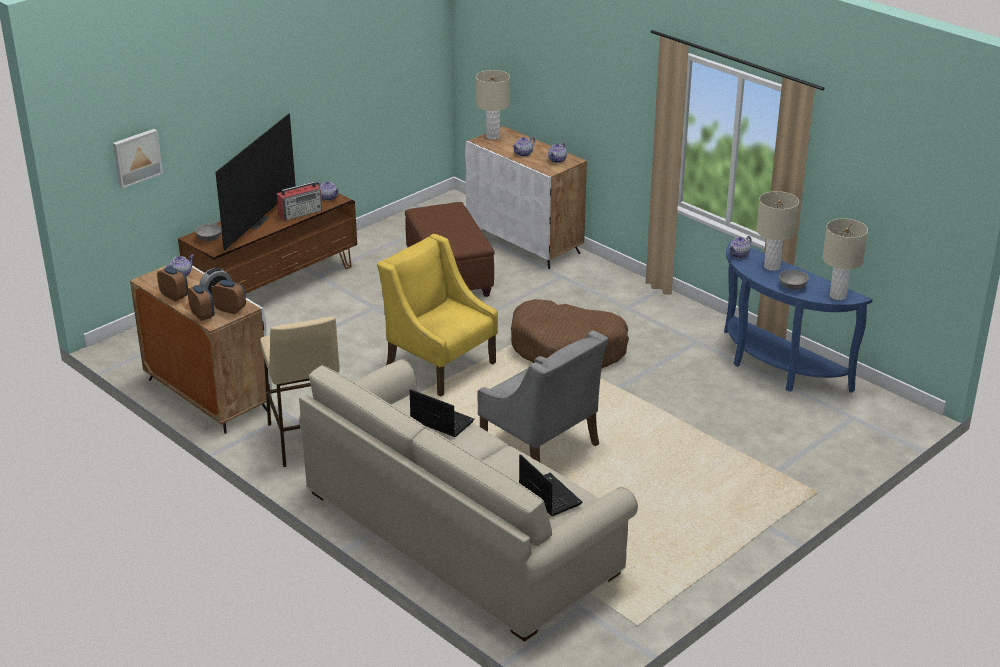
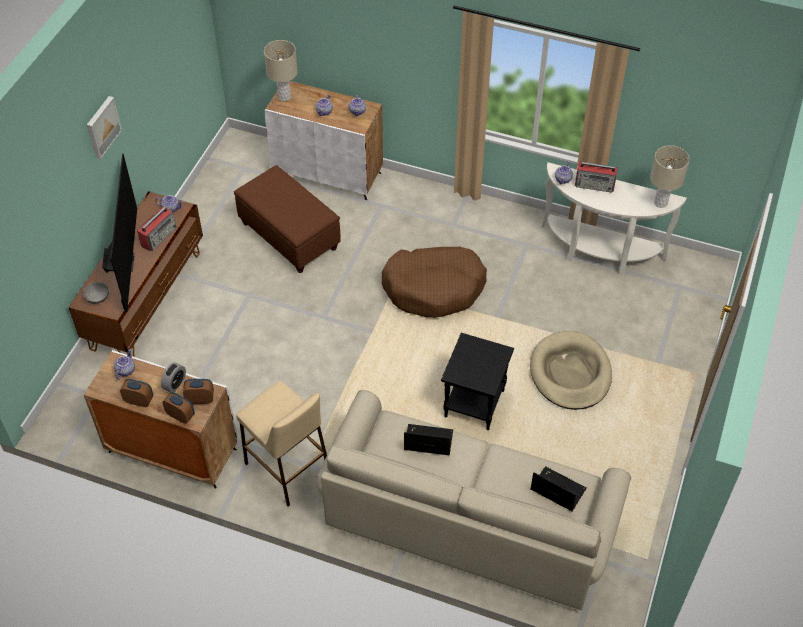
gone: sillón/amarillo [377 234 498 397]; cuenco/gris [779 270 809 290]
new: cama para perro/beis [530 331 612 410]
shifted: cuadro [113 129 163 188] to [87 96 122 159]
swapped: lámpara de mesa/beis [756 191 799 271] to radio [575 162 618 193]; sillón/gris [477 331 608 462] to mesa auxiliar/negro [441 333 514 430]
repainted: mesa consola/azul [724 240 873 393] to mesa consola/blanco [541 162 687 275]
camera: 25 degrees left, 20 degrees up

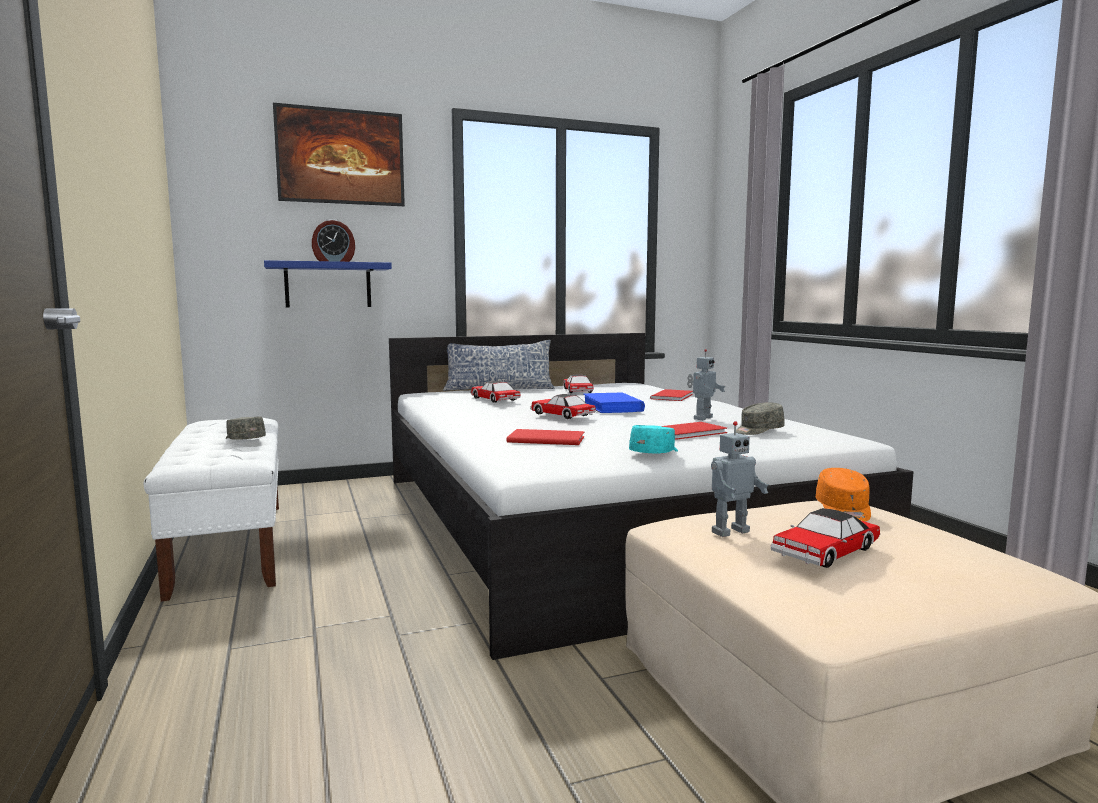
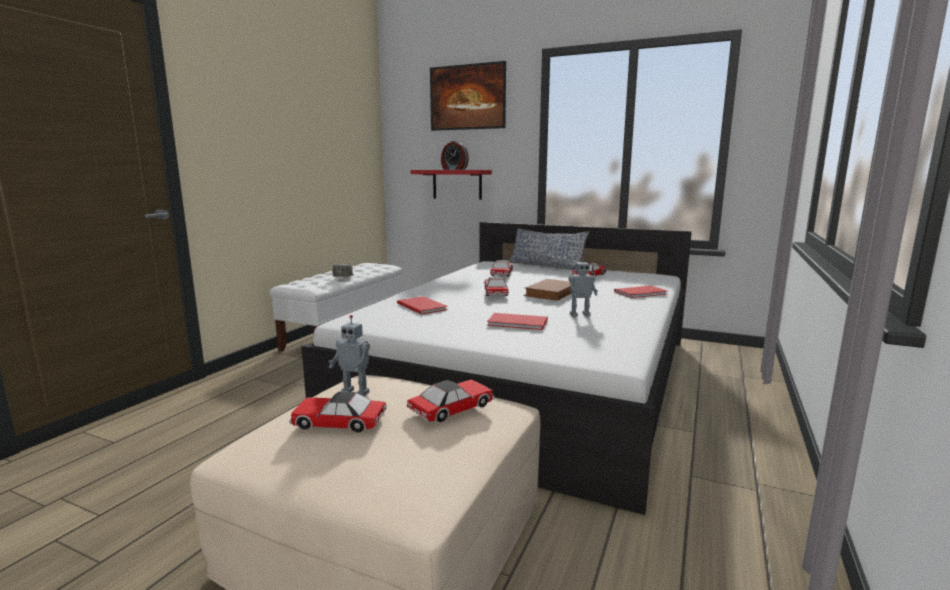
gone: gorra/gris [736 403 785 435]; gorra/turquesa [629 425 678 453]
swapped: gorra/naranja [816 468 871 522] to coche de juguete [407 380 494 422]
repainted: estante/azul [264 260 392 308] to estante/rojo [411 170 492 200]; libro/azul [583 392 645 413] to libro/marrón [523 279 571 301]
camera: 45 degrees right, 5 degrees up

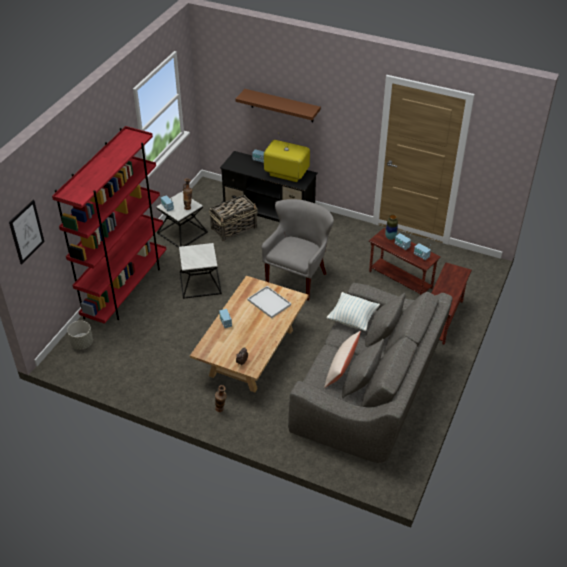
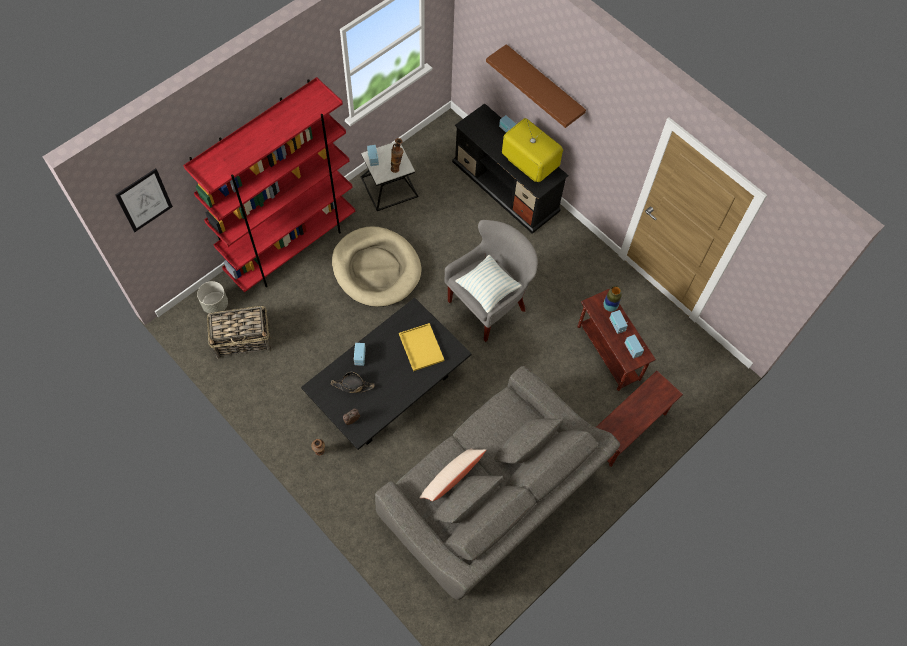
new: sombrero/negro [331 372 375 393]
shifted: cesta [209 195 258 241] to [207 306 272 359]; cojín [327 292 380 331] to [456 255 522 313]
swapped: mesa auxiliar [179 243 222 299] to cama para perro/beis [332 226 422 307]
repainted: mesa de centro/beis [190 276 309 392] to mesa de centro/negro [301 298 472 450]; bandeja/blanco [247 286 291 318] to bandeja/amarillo [399 323 444 371]
camera: 20 degrees right, 20 degrees up

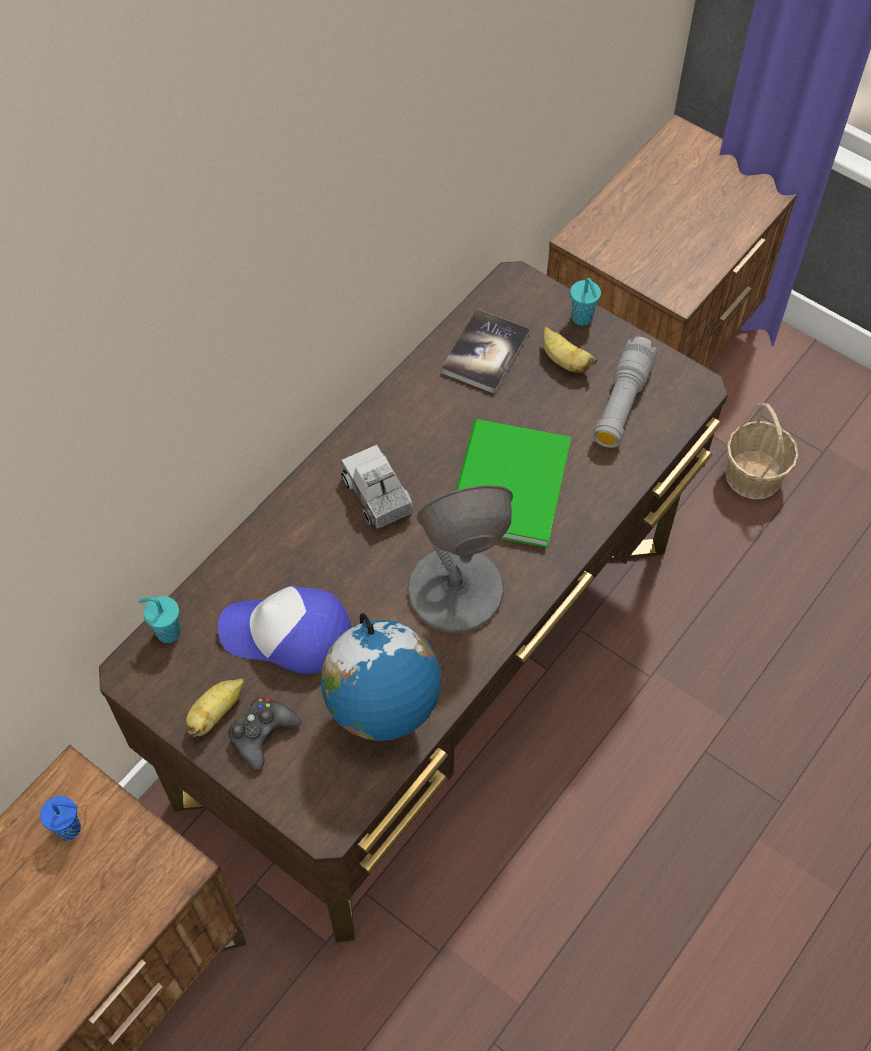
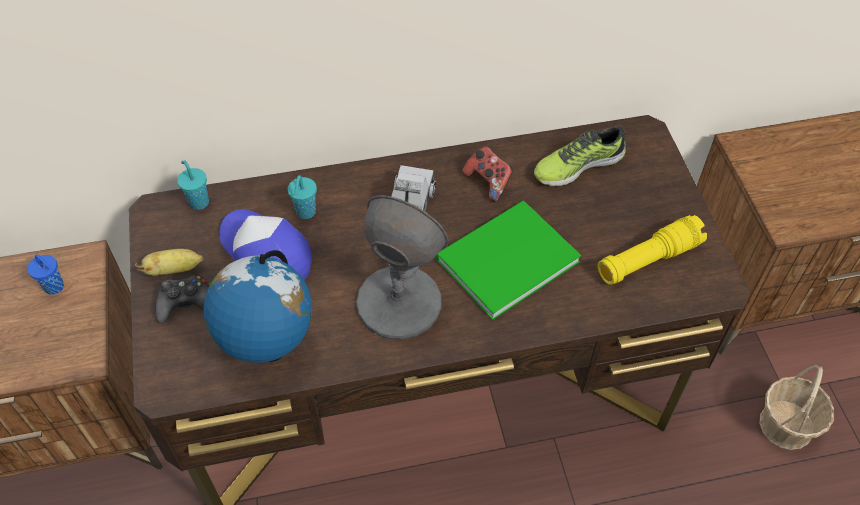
gone: plátano [543 327 597 373]
new: mando de consola [463 146 513 202]
shifted: taza/turquesa [570 278 601 326] to [288 175 317 219]
swapped: libro [441 309 530 394] to zapato [534 126 626 186]
repainted: linterna/gris [593 337 657 448] to linterna/amarillo [598 215 707 285]
camera: 40 degrees right, 5 degrees down

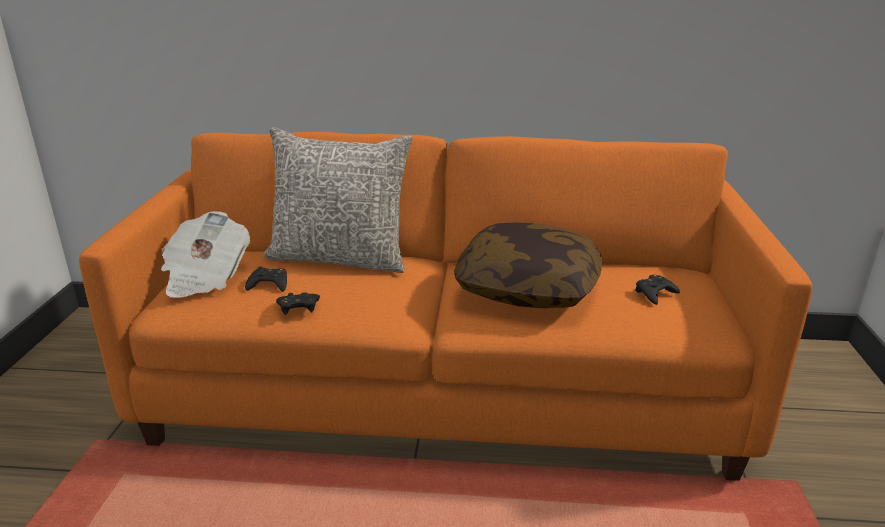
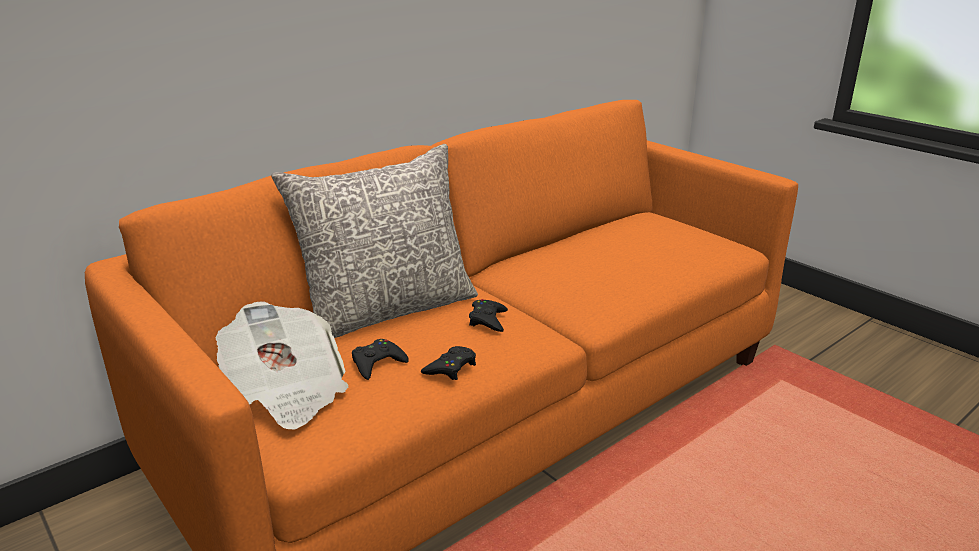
gone: cojín [454 222 602 308]
shifted: mando de consola/negro [635 275 680 305] to [469 299 508 332]
camera: 45 degrees left, 0 degrees up

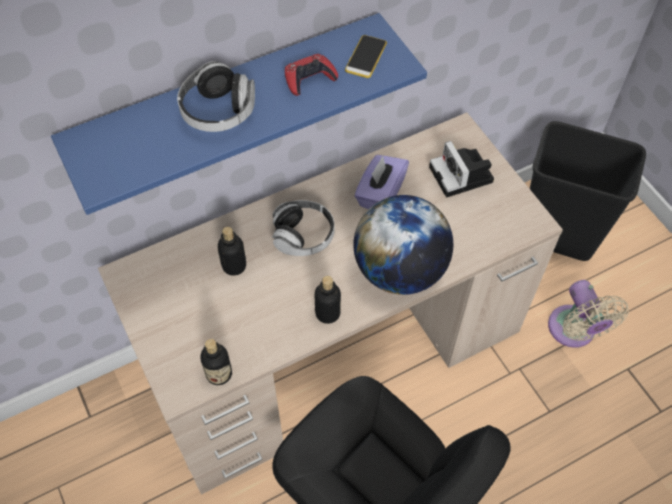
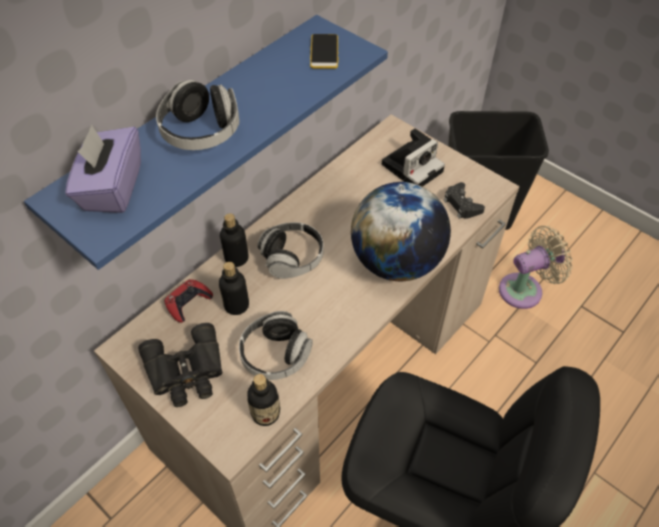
new: mando de consola/negro [444 182 485 219]; auriculares [239 311 313 380]; prismáticos/negro [138 323 223 407]
shifted: mando de consola/rojo [285 54 338 96] to [164 279 213 323]; caja de pañuelos/morado [355 155 409 209] to [65 125 141 213]; botella [315 276 341 324] to [220 213 249 267]
rotated: cámara [429 141 494 197] = [382 128 445 187] 90 degrees counterclockwise; ventilador/beis [548 280 629 348] = [499 226 573 309] 75 degrees counterclockwise
camera: 20 degrees left, 5 degrees down

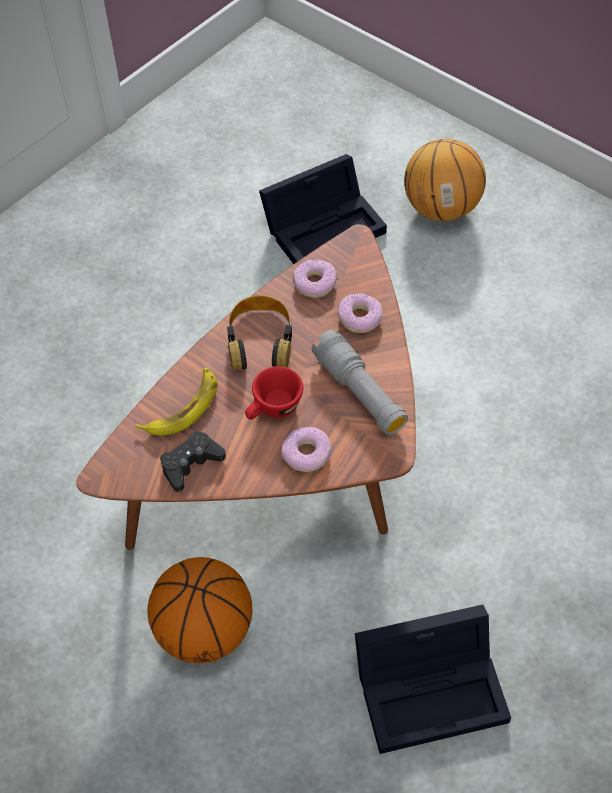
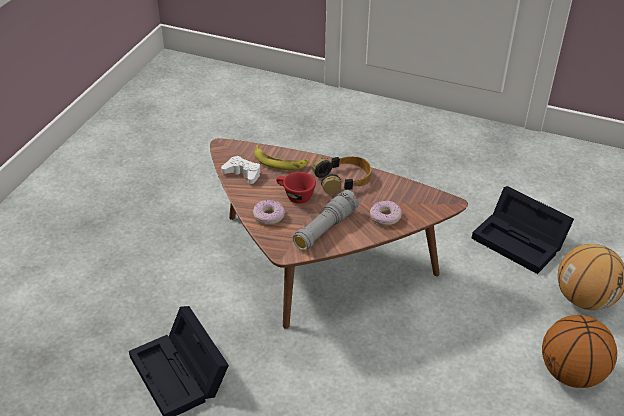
gone: rosquilla [293 260 337 298]
shifted: balón de baloncesto [147 557 252 663] to [542 315 617 388]
repainted: mando de consola/negro [160 431 226 492] to mando de consola/blanco [221 156 260 184]
camera: 70 degrees right, 15 degrees down

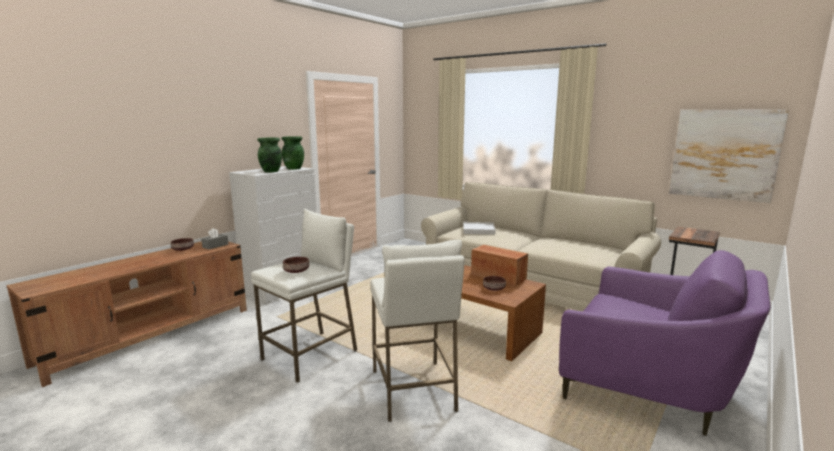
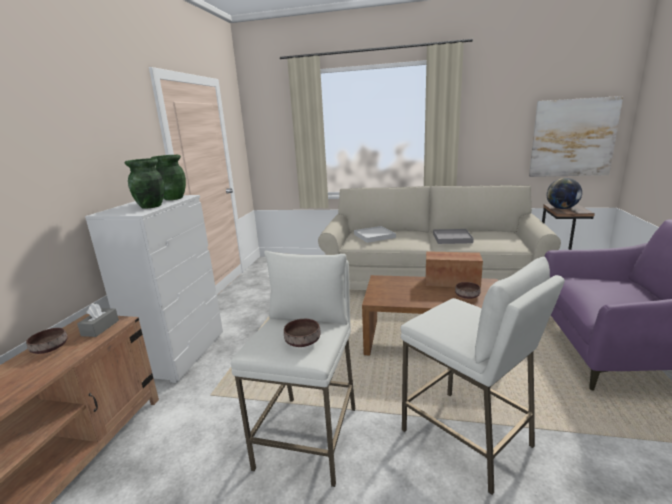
new: globo terráqueo [547 178 582 209]; bandeja/gris [433 229 474 244]
camera: 25 degrees left, 5 degrees up

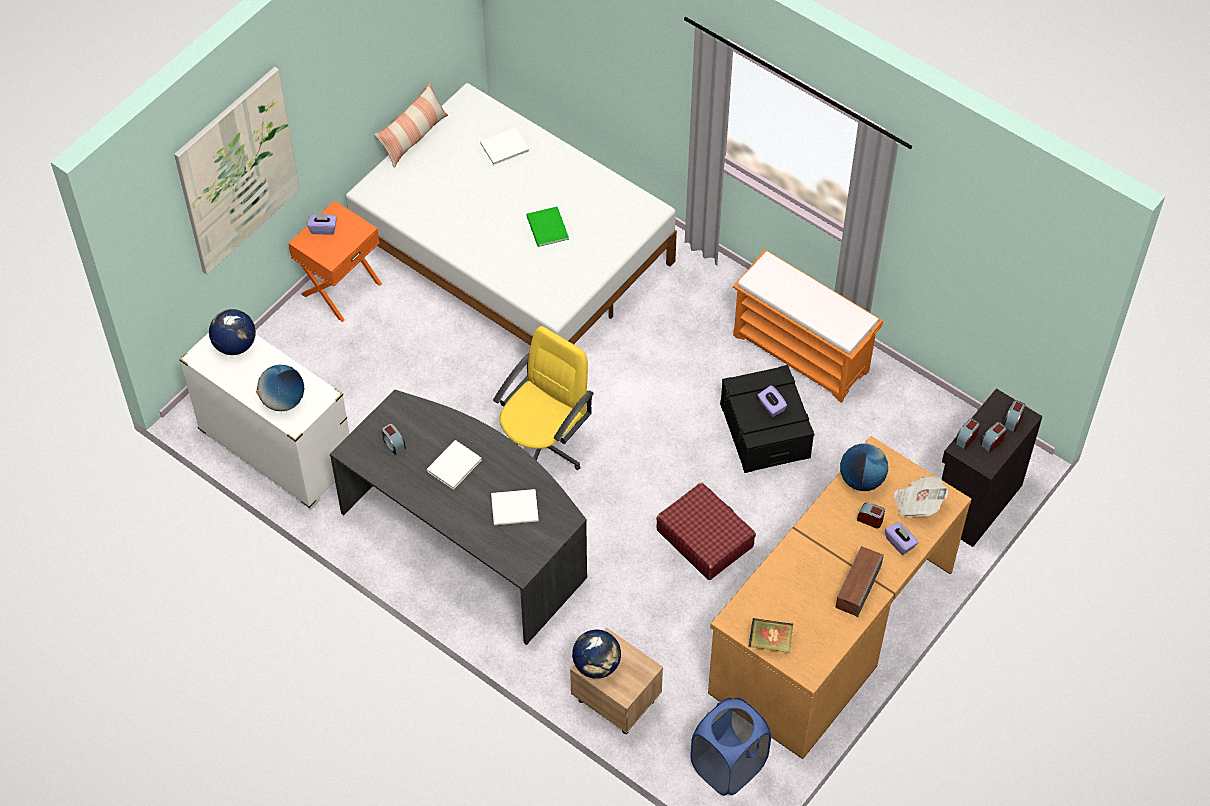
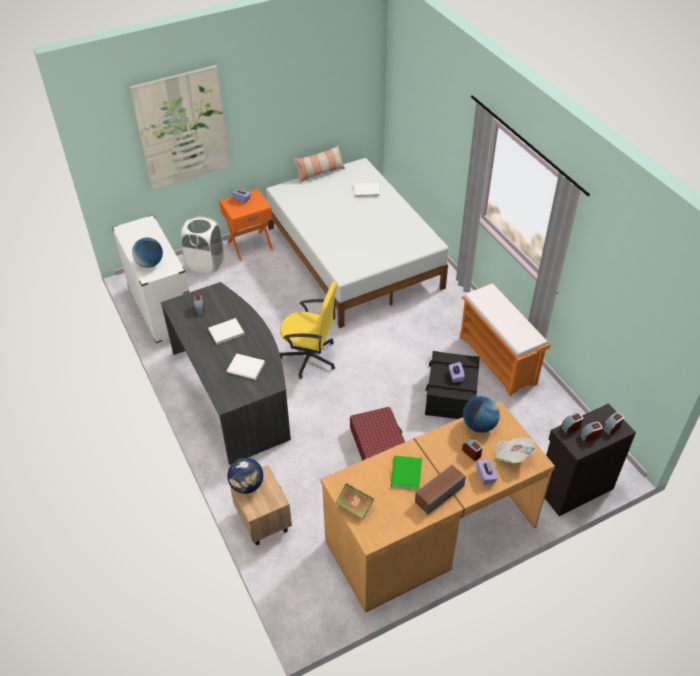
gone: globo terráqueo [209 309 256 355]; cesto de la ropa/azul [690 697 771 796]
new: cesto de la ropa/blanco [180 216 224 274]
shifted: libro/verde [526 207 569 247] to [391 455 422 490]
rotated: silla de oficina/amarillo [493 326 594 470] = [280 282 337 379] 45 degrees clockwise
camera: 25 degrees right, 10 degrees down

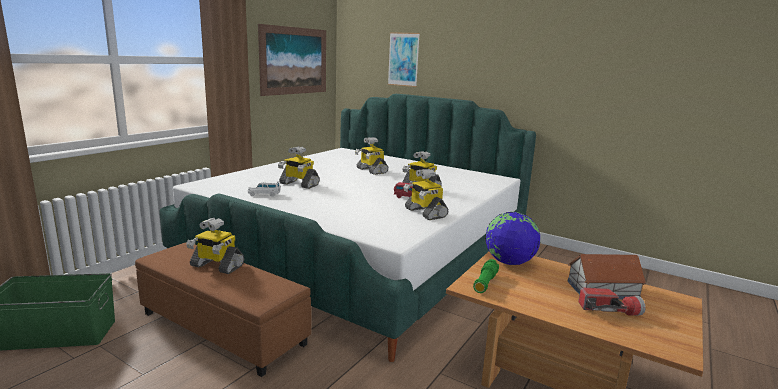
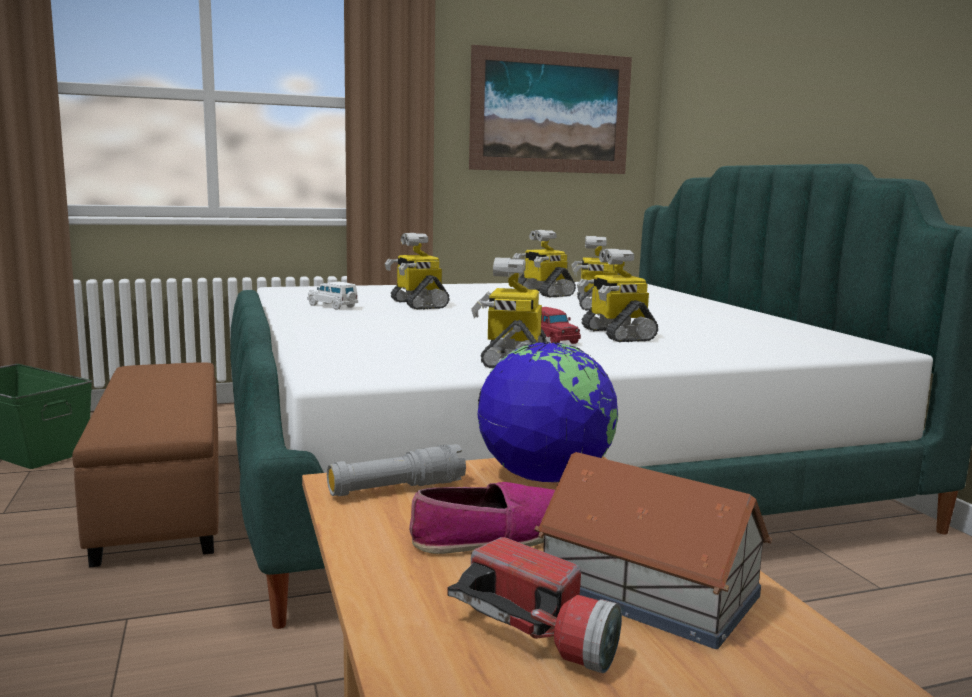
gone: cuadro [388 32 420 87]
new: zapato [409 482 555 554]
shifted: robot de juguete [186 218 244 274] to [513 230 576 298]
repainted: linterna/verde [473 259 499 293] to linterna/gris [327 444 466 496]
camera: 40 degrees right, 5 degrees down

